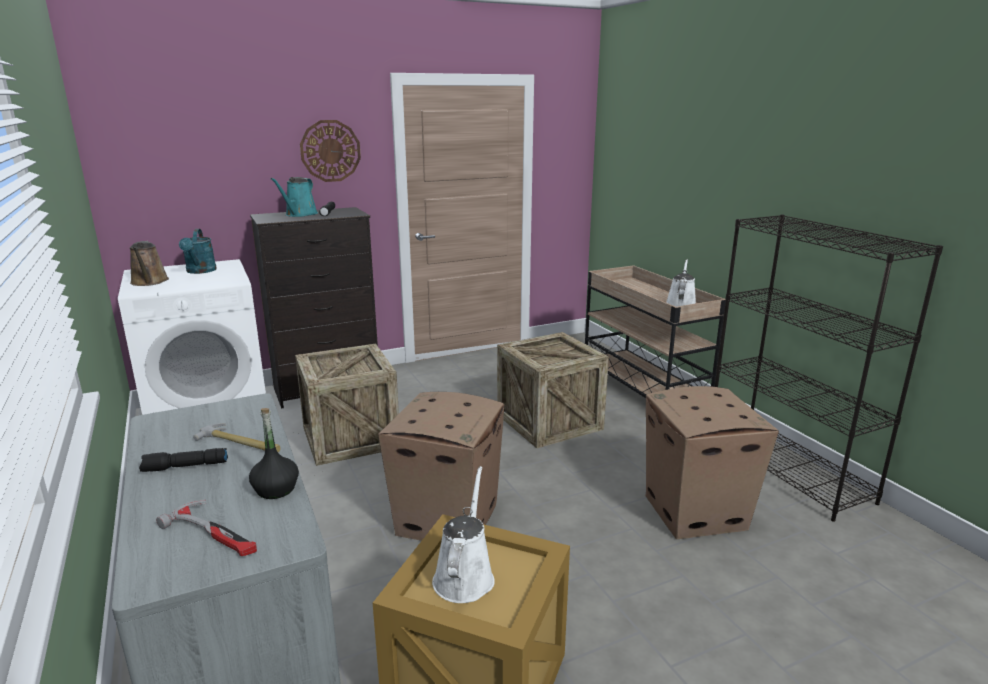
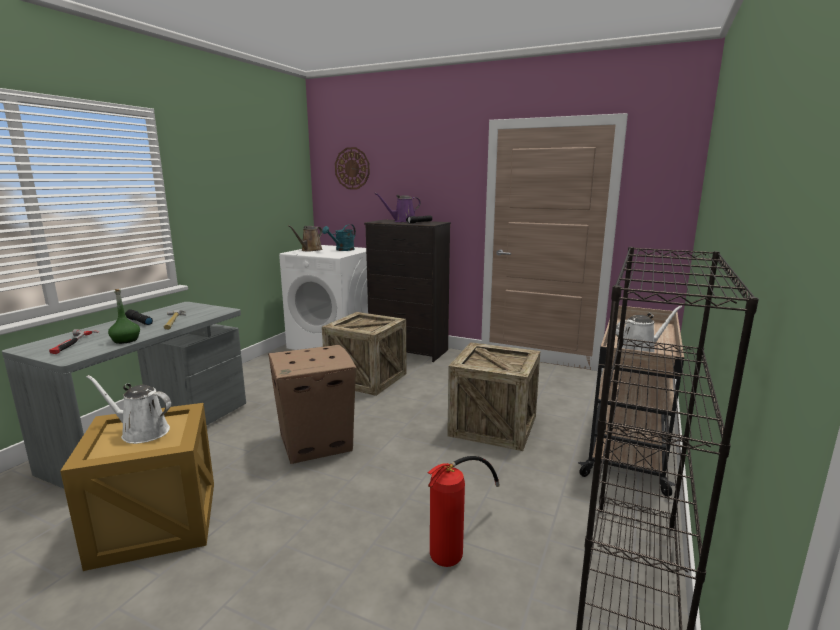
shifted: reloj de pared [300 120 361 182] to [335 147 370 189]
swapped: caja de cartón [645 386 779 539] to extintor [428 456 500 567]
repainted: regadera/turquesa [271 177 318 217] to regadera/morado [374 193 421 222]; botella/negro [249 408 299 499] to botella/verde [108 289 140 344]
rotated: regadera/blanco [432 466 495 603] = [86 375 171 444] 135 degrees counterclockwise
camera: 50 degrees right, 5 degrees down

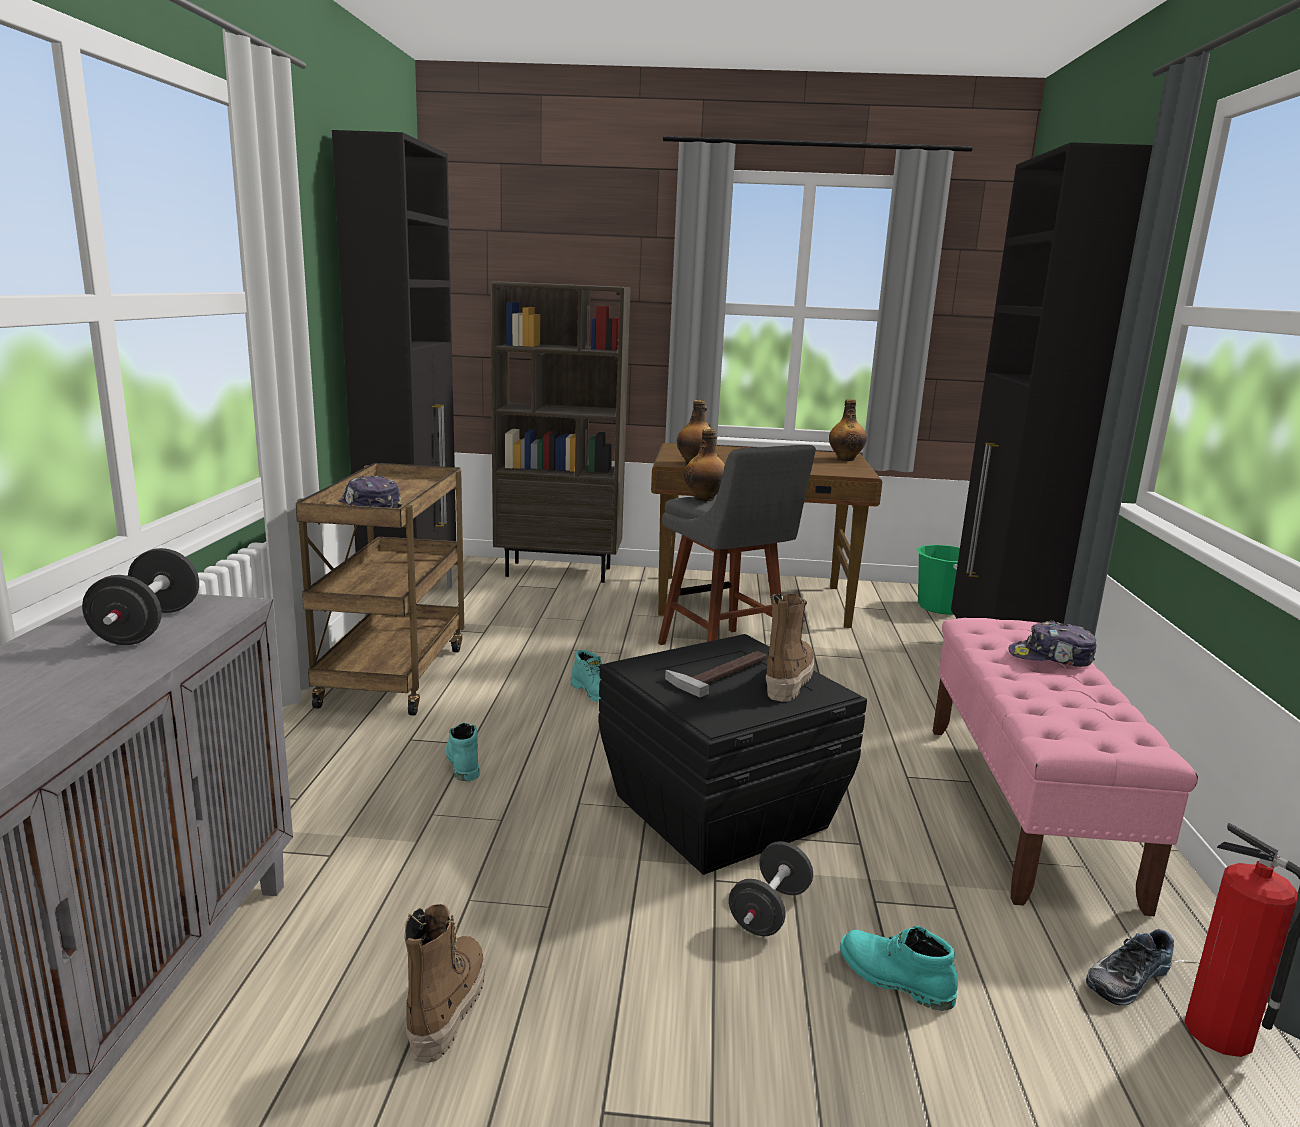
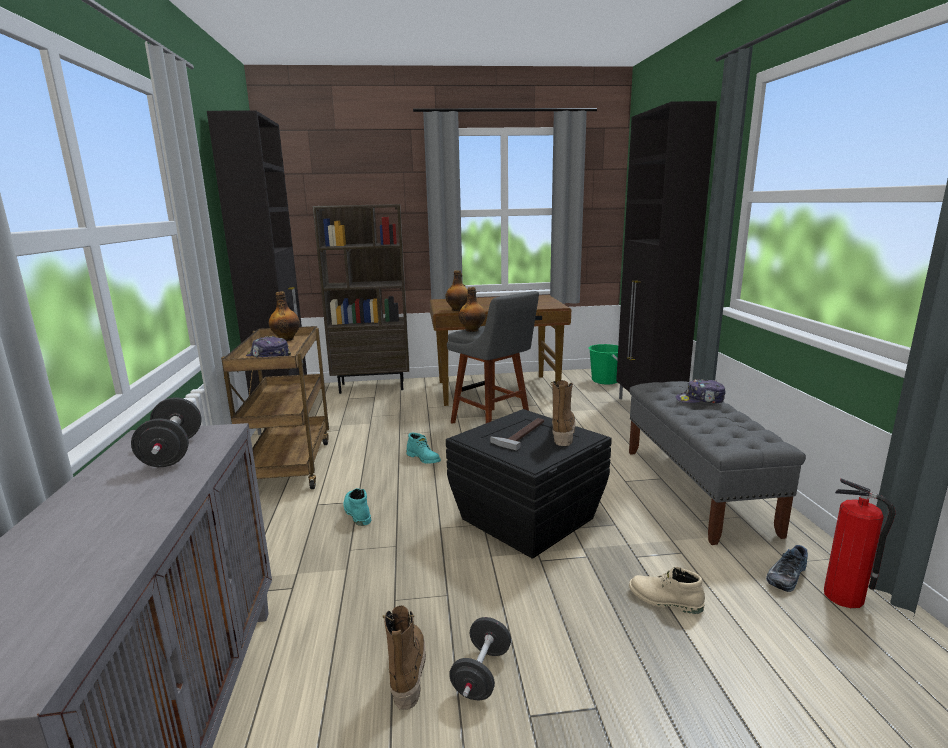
shifted: botella [829 399 867 461] to [269 291 300 341]; mancuerna/negro [729 841 813 936] to [449 617 511 700]
repainted: banco/rosa [933 618 1198 916] to banco/gris [629 381 806 545]; bota/turquesa [840 926 958 1011] to bota/beis [629 567 705 614]
camera: 10 degrees left, 0 degrees up

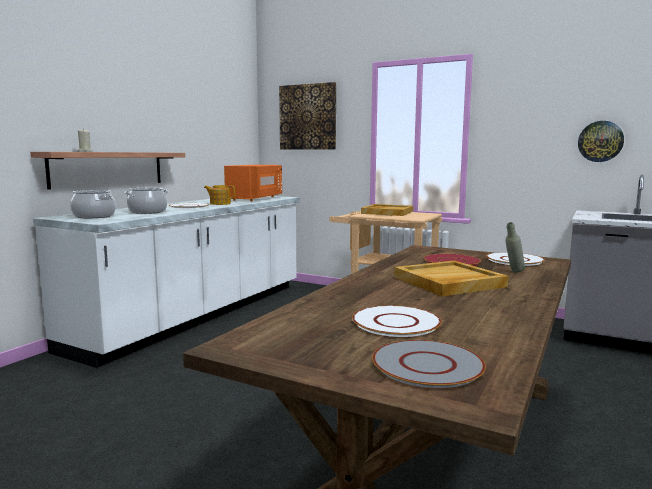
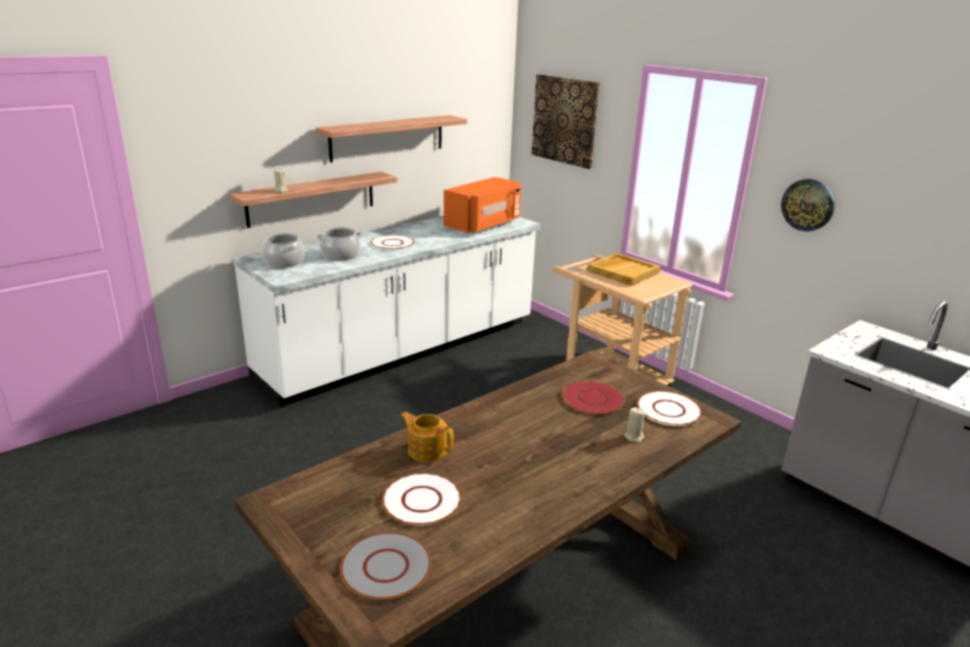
gone: bandeja/beis [394 260 508 296]
new: estante [316 115 467 163]
shifted: reloj de pared [578 121 624 162] to [781 179 835 231]; tetera [204 185 235 205] to [400 412 454 462]
swapped: botella/gris [505 222 525 272] to vela/beis [624 407 645 443]
camera: 20 degrees right, 15 degrees up

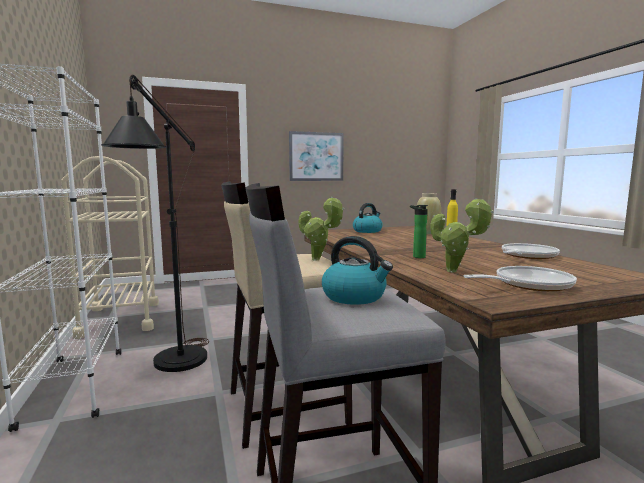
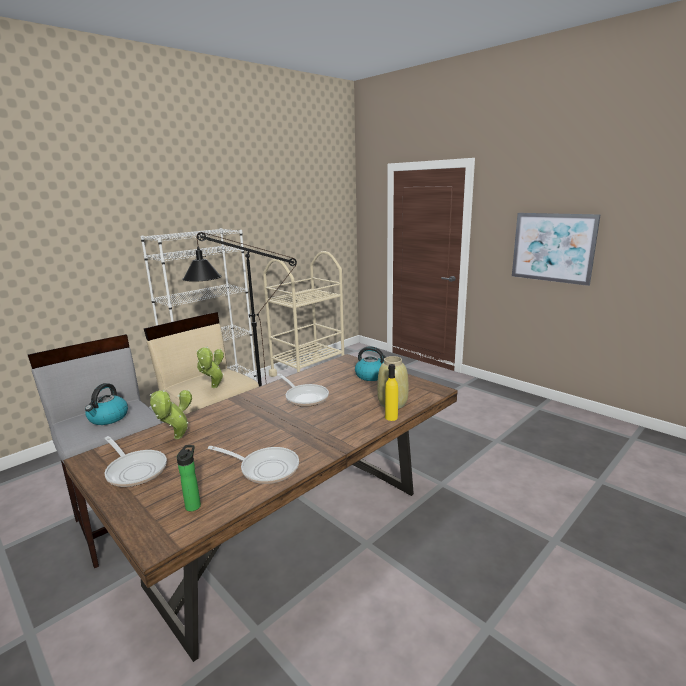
new: sartén [277 374 329 407]
shifted: botella [410 205 428 258] to [177 445 201 511]
camera: 65 degrees right, 10 degrees up

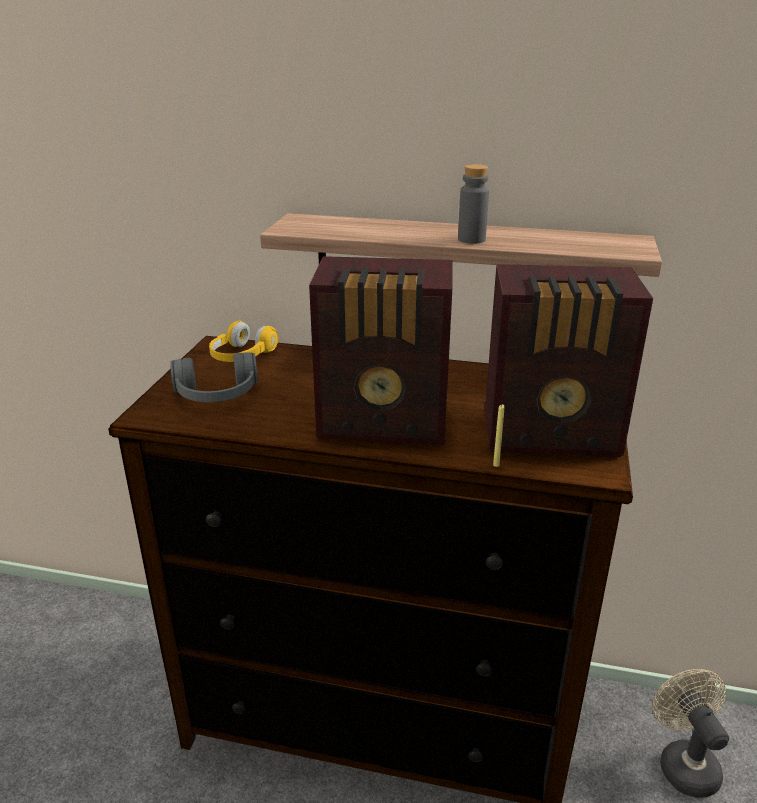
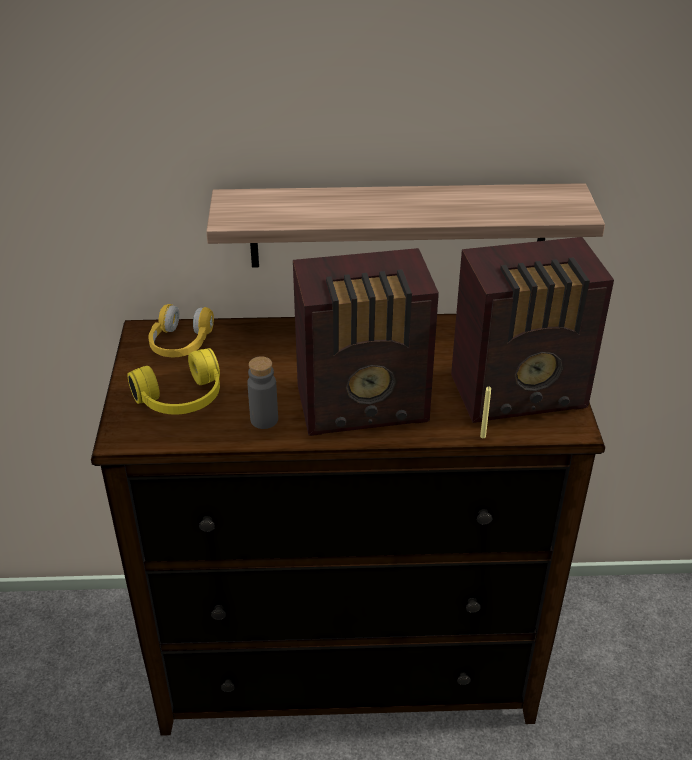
gone: ventilador/beis [652 669 729 798]
shifted: botella/gris [458 164 489 244] to [247 356 278 429]
repainted: auriculares/gris [170 353 258 402] to auriculares/amarillo [127 348 220 415]
camera: 15 degrees left, 10 degrees up

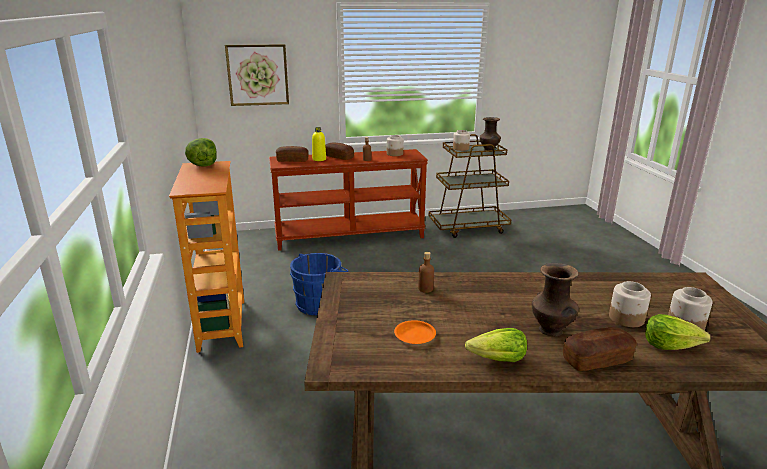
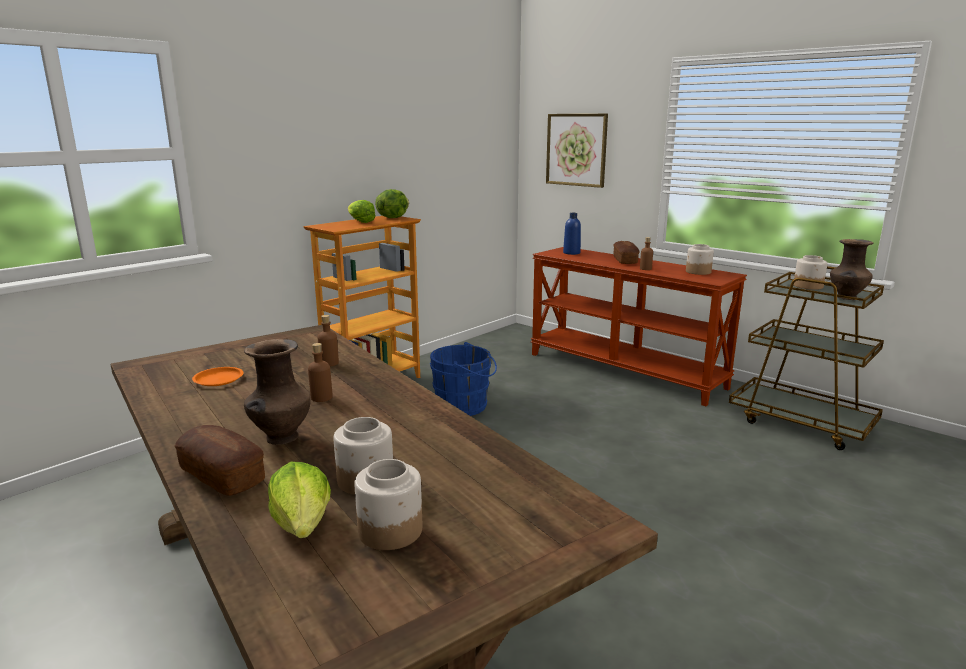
gone: botella/amarillo [312 127 326 161]
new: botella/marrón [308 343 333 402]
shifted: lechuga [465 328 527 362] to [348 200 375 223]
swapped: pan [276 146 309 162] to botella/azul [563 213 581 255]
camera: 55 degrees right, 5 degrees down

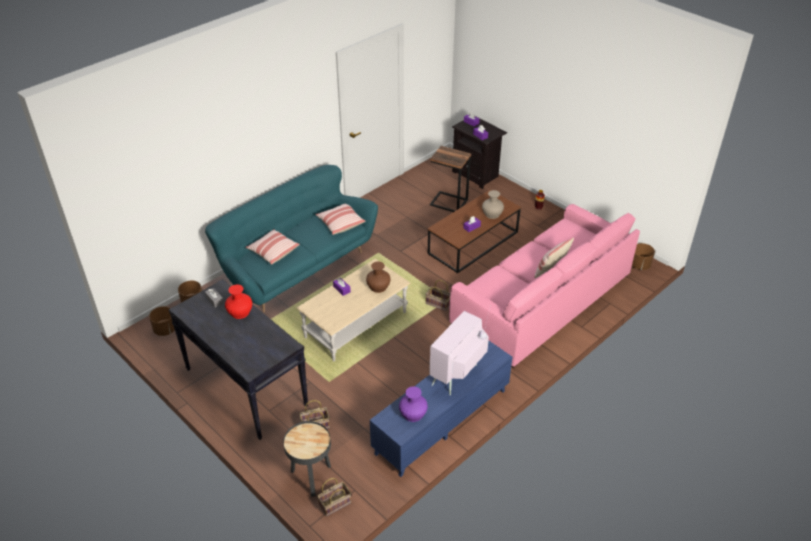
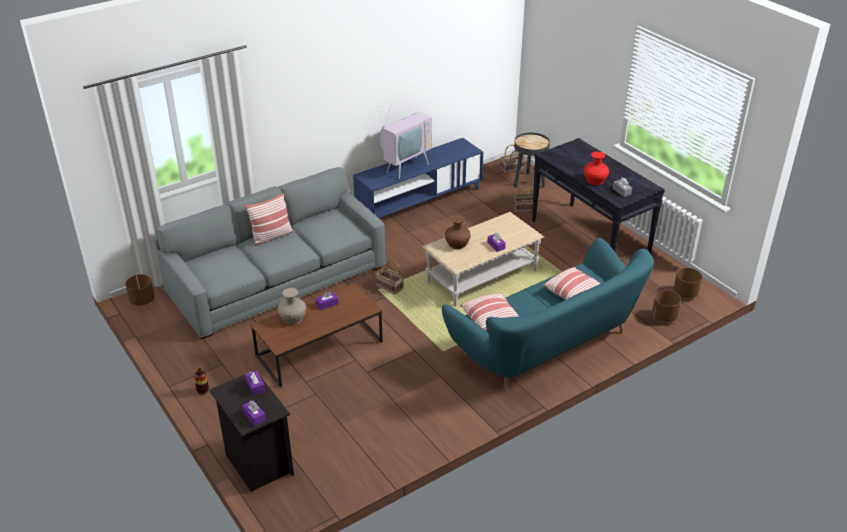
gone: mesa auxiliar [430 146 471 212]; florero/morado [399 386 428 422]
repainted: sofá/rosa [449 204 640 368] to sofá/gris [154 167 386 340]
camera: 170 degrees left, 5 degrees down

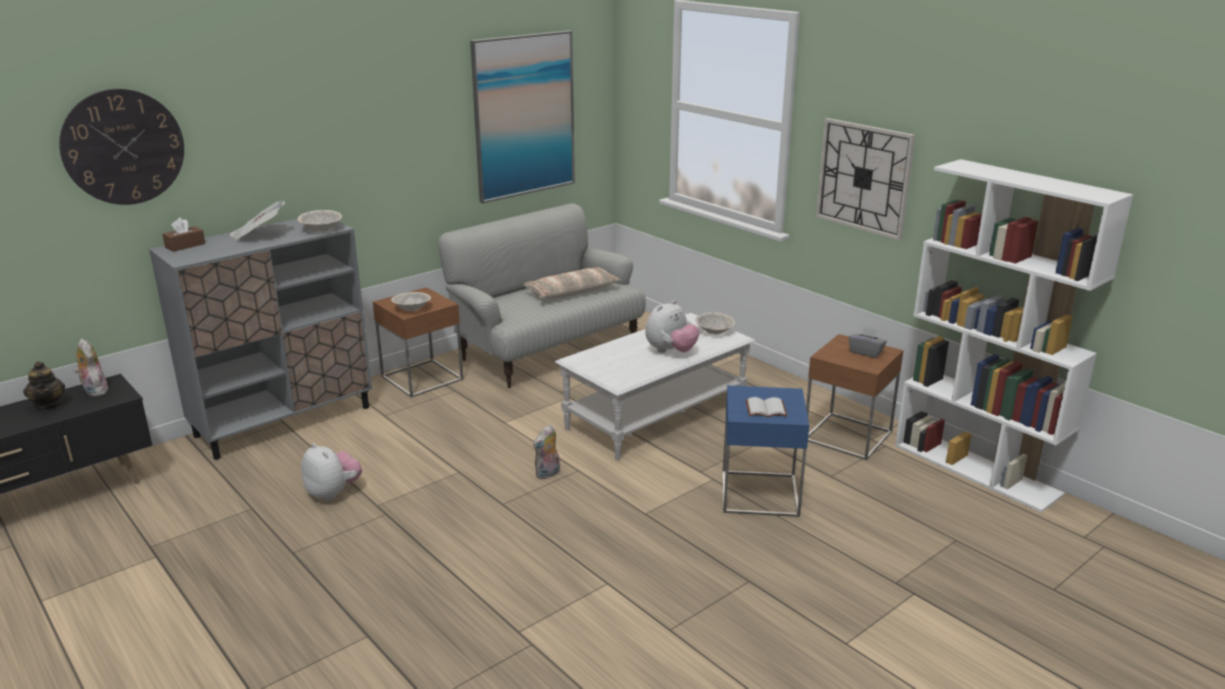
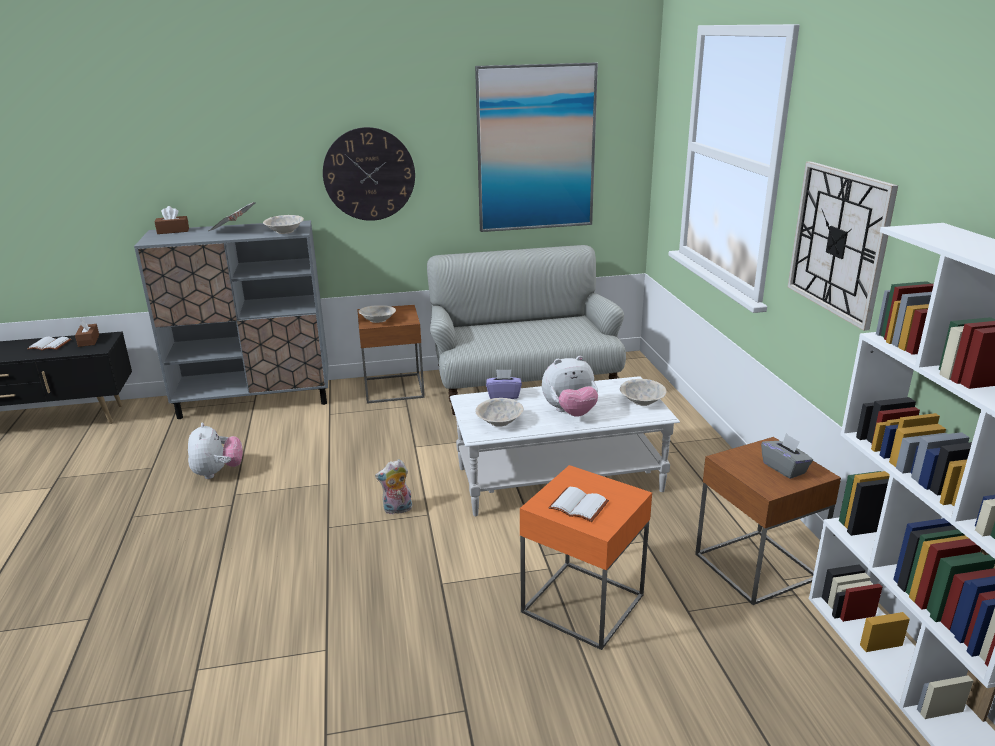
gone: cojín [523 267 621 299]
new: caja de pañuelos/morado [486 369 522 399]; cuenco/beis [475 398 524 427]
shifted: reloj de pared [59 89 184 205] to [323 127 415 221]
swapped: peluche [74 339 108 397] to caja de pañuelos/marrón [75 318 99 347]; tetera [23 362 65 410] to libro/blanco [27 337 71 350]
repainted: mesa auxiliar/azul [723 385 809 517] to mesa auxiliar/naranja [520 465 652 650]
camera: 30 degrees right, 0 degrees up

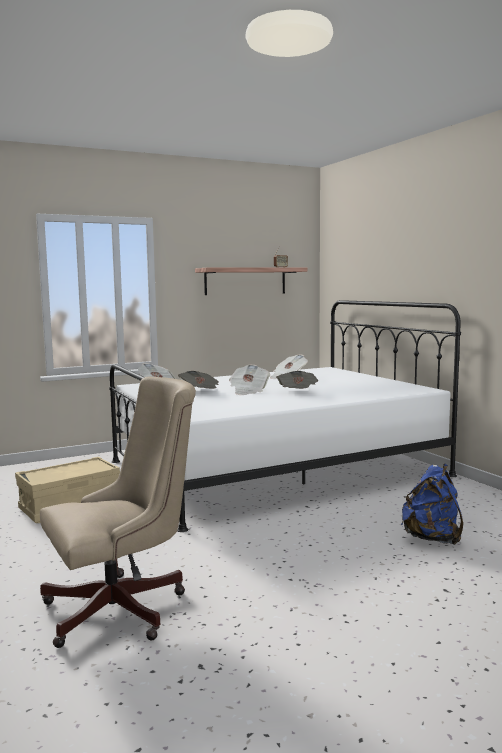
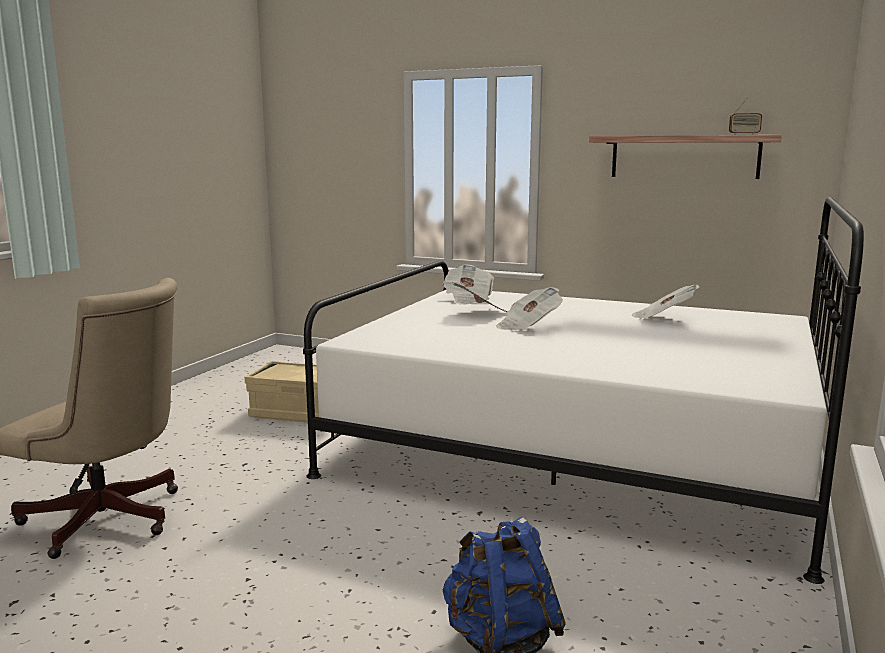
gone: periódico [276 371 318 389]
camera: 50 degrees right, 5 degrees up

